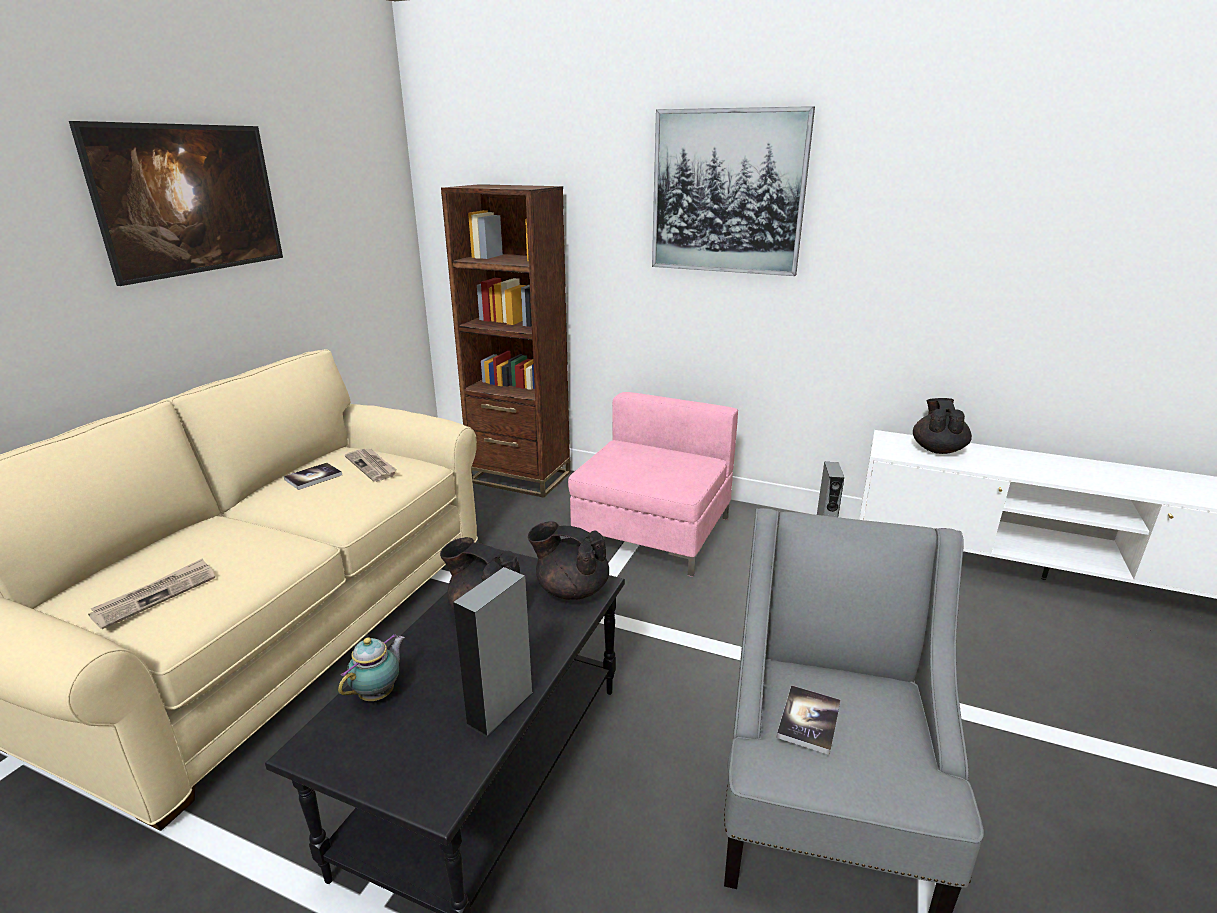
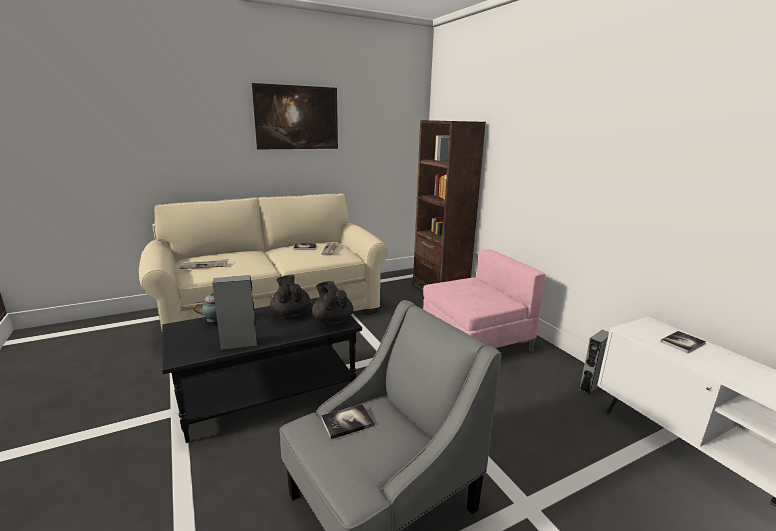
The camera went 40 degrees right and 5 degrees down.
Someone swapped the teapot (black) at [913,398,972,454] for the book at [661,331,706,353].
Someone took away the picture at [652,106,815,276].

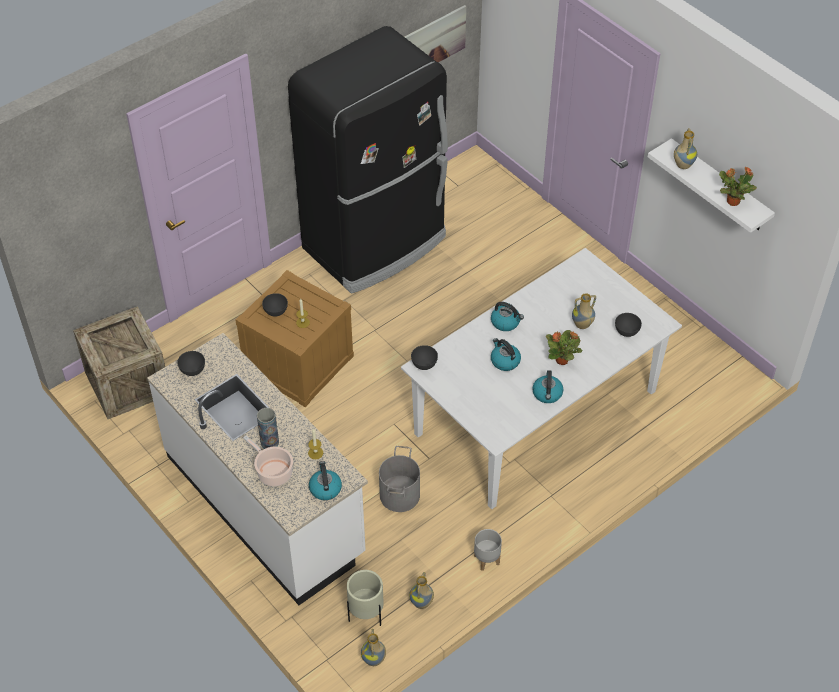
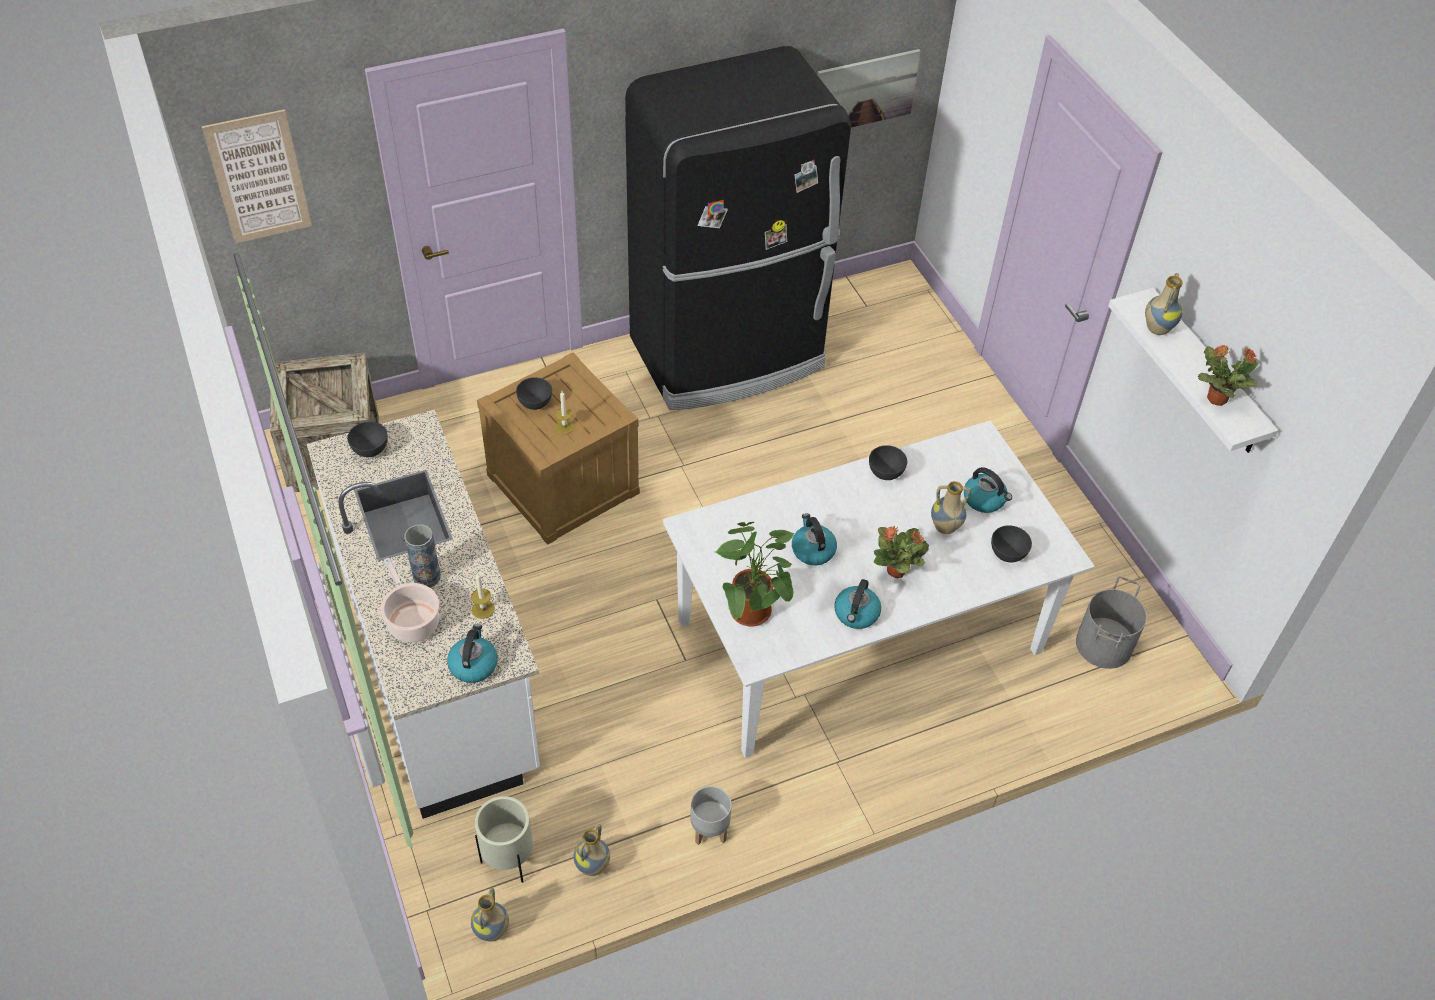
The camera went 15 degrees right and 0 degrees up.
Someone put up the picture at [202,109,312,243].
Someone put down the potted plant at [715,522,795,626].
Someone carried the bowl (grey) from [411,345,438,370] to [869,445,907,480].
Someone carried the kettle from [491,302,524,331] to [964,467,1012,513].
Someone carried the bucket (grey) from [379,446,420,512] to [1076,576,1147,669].

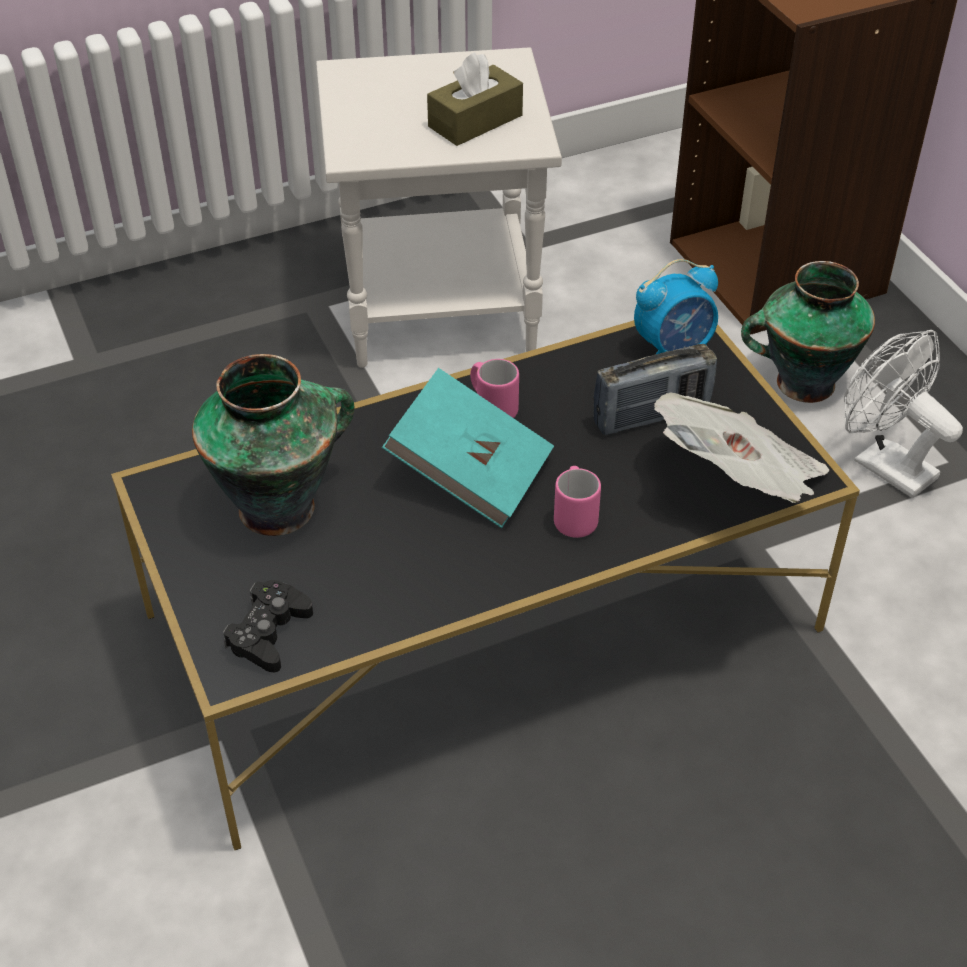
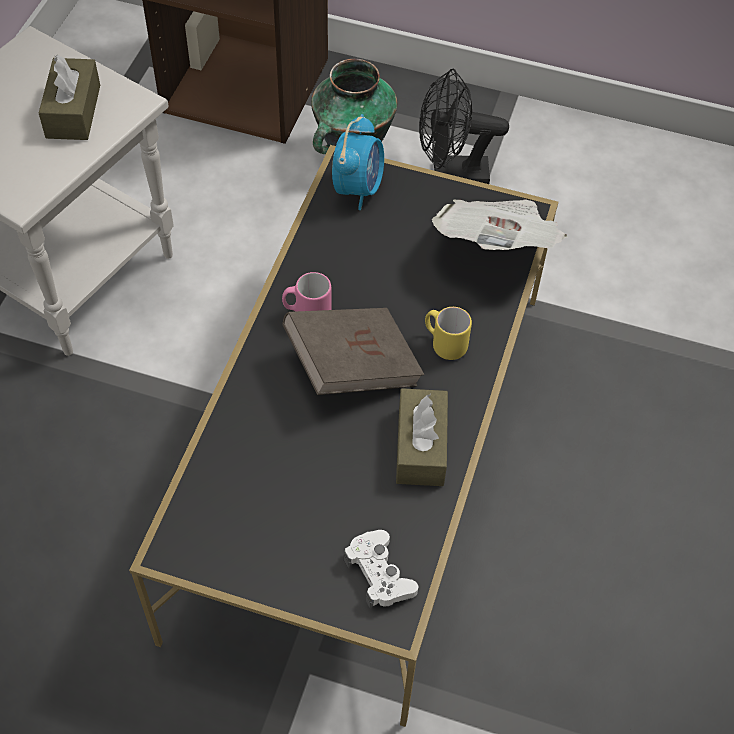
The camera went 50 degrees left and 10 degrees up.
Someone repainted the book (turquoise) at [382,368,554,528], which became the book (brown) at [283,308,424,395].
Someone repainted the game controller (black) at [223,580,313,672], which became the game controller (white) at [344,530,418,608].
Someone put down the tissue box (brown) at [396,388,448,486].
Someone repainted the fan (white) at [844,330,963,498], which became the fan (black) at [419,69,509,184].
Someone repainted the mug (pink) at [554,466,601,538], which became the mug (yellow) at [425,307,472,360].
Someone took away the vase at [192,354,355,536].
Someone took away the radio at [593,344,717,435].

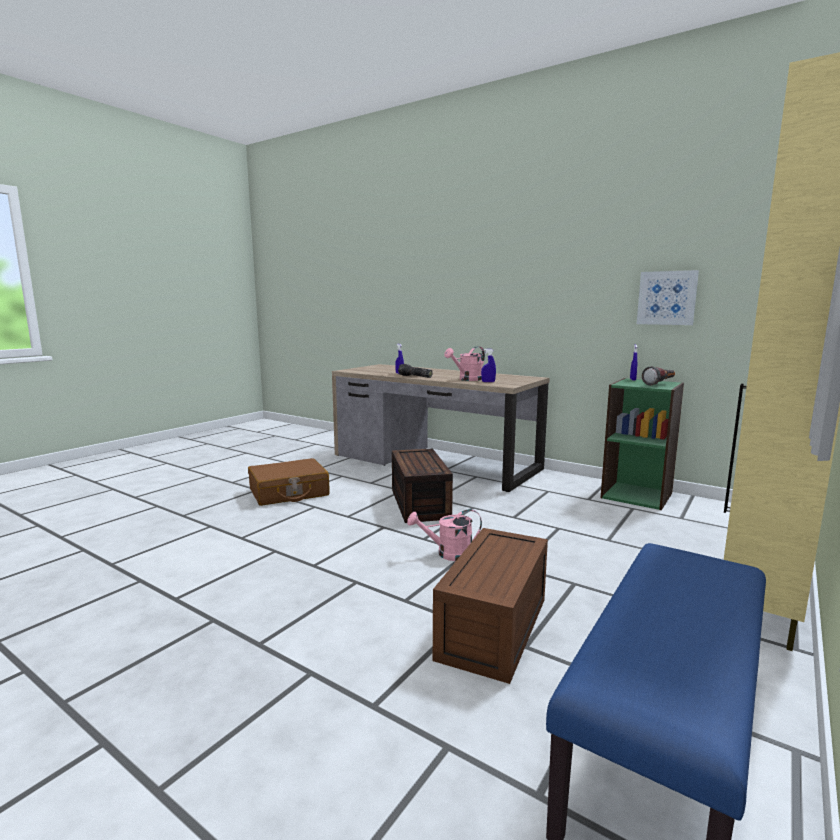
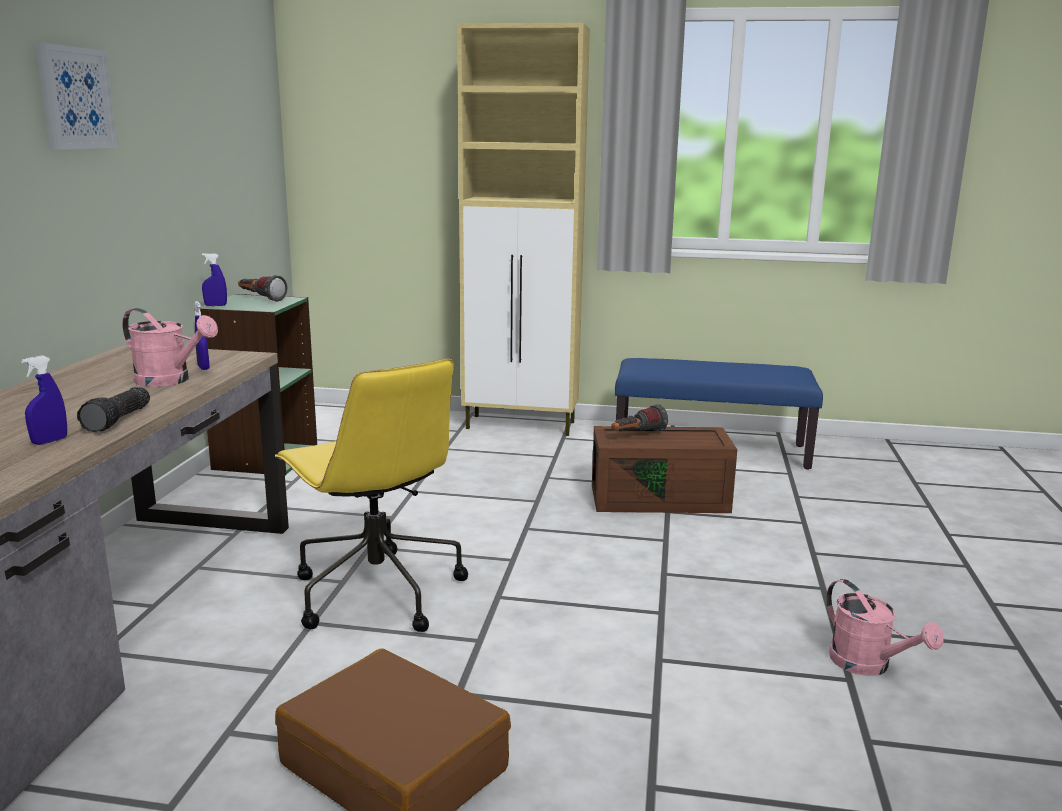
The camera went 115 degrees left and 5 degrees up.
Someone carried the picture from [637,270,699,325] to [35,42,118,150].
Someone swapped the storage box (brown) at [392,449,453,523] for the office chair (yellow) at [275,358,468,632].
Someone put down the flashlight at [611,404,668,432].
Someone carried the watering can (pink) from [407,509,482,561] to [826,579,943,676].

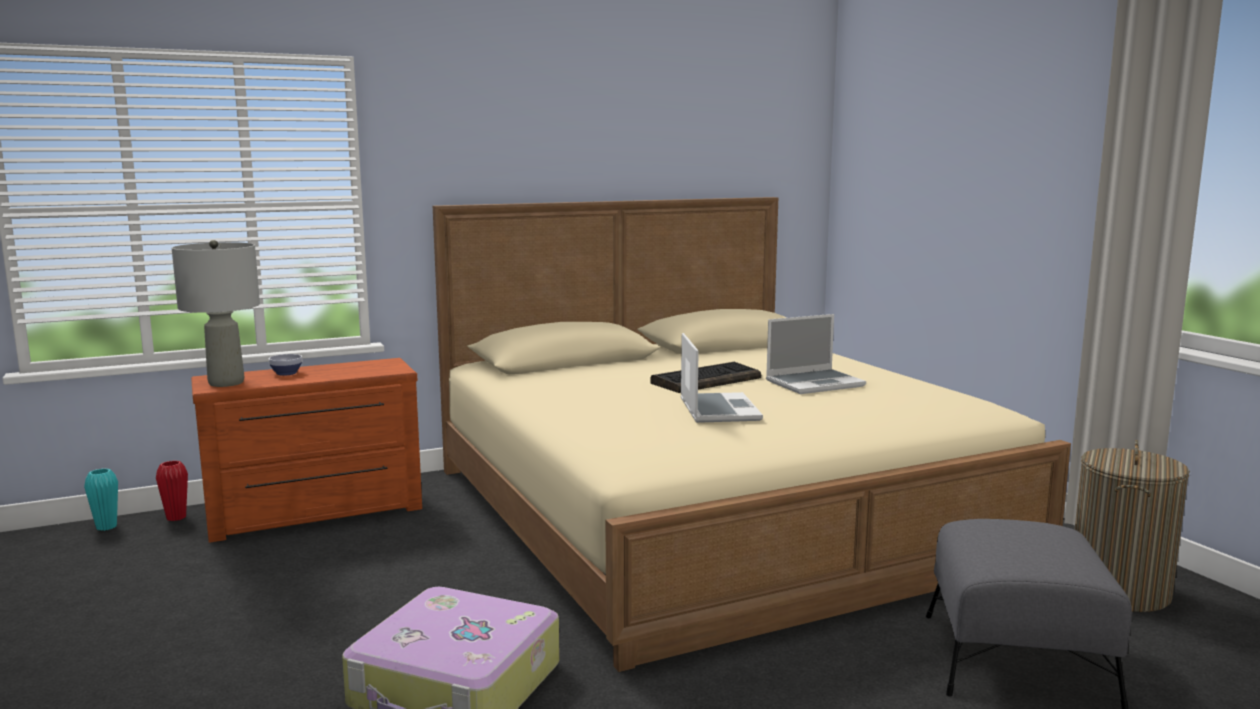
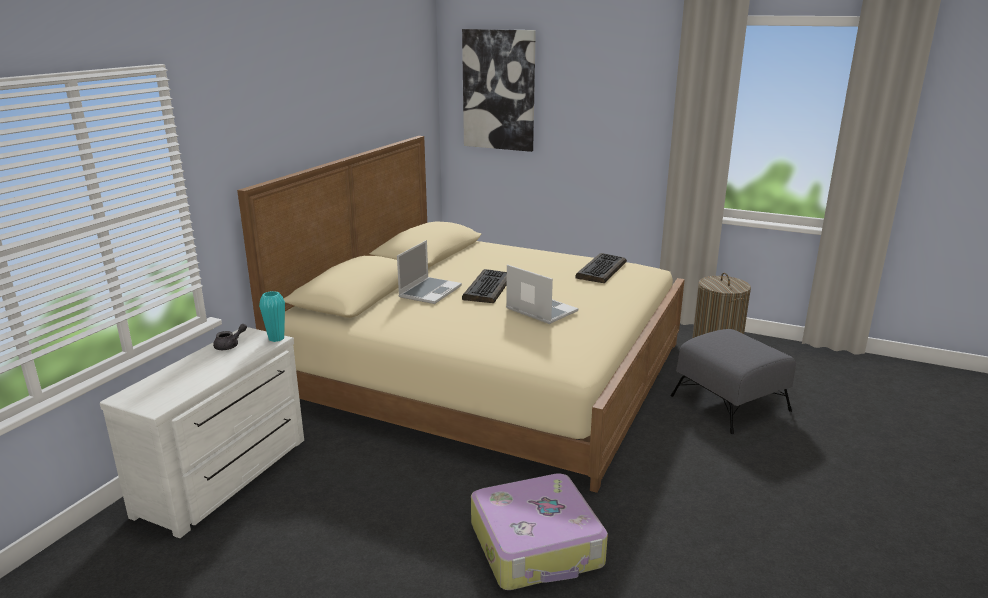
The camera went 40 degrees left and 10 degrees up.
Someone repainted the dresser (brown) at [191,358,422,543], which became the dresser (white) at [100,327,304,538].
Someone put down the teapot (grey) at [213,324,247,350].
Someone carried the vase (turquoise) from [84,468,118,531] to [259,291,285,342].
Someone carried the laptop from [766,314,866,394] to [397,240,462,304].
Someone put up the picture at [462,29,536,152].
Someone put down the keyboard at [575,253,627,283].
Someone took away the vase (red) at [156,460,188,521].
Someone took away the table lamp (grey) at [172,240,260,387].
Someone took away the bowl at [269,354,302,376].

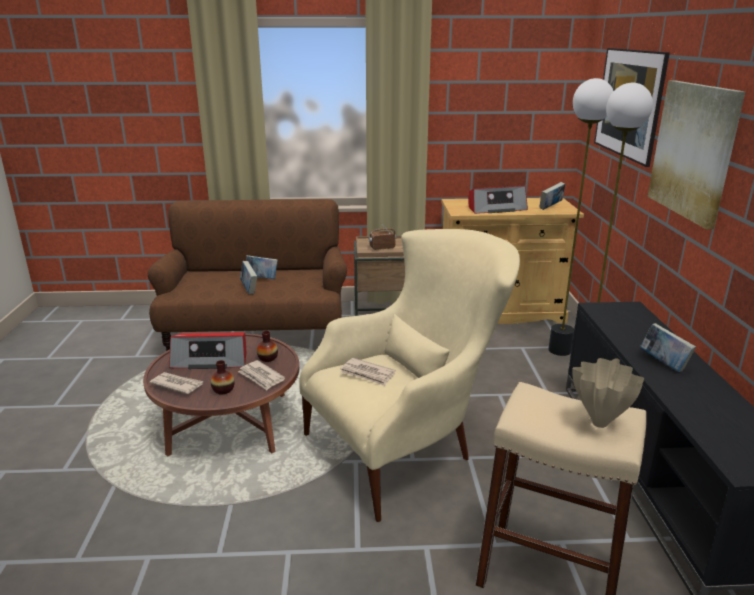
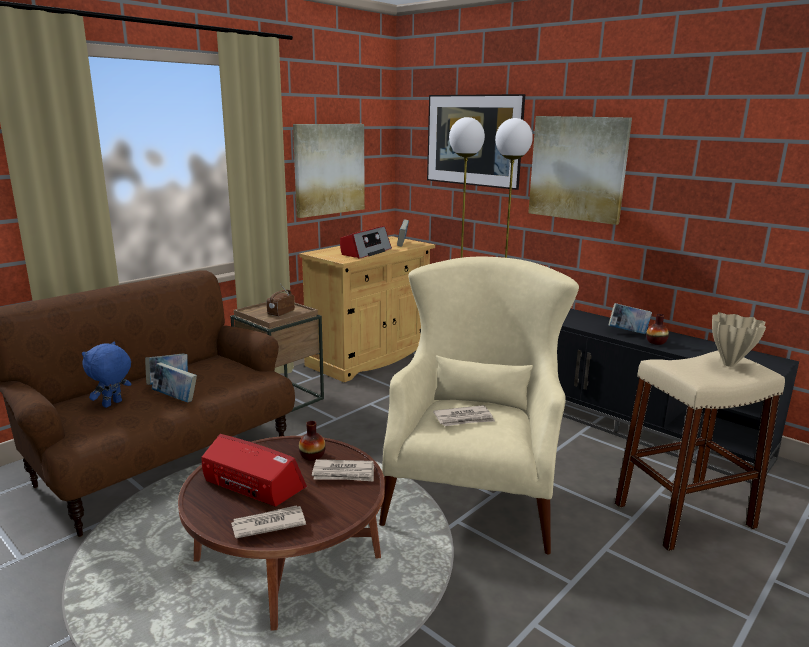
The camera went 45 degrees left and 5 degrees down.
Someone put down the plush toy (blue) at [82,342,131,408].
Someone rotated the radio at [169,332,247,369] by 105 degrees counterclockwise.
Someone put up the picture at [293,124,365,218].
Someone carried the vase from [211,360,235,395] to [646,314,669,345].

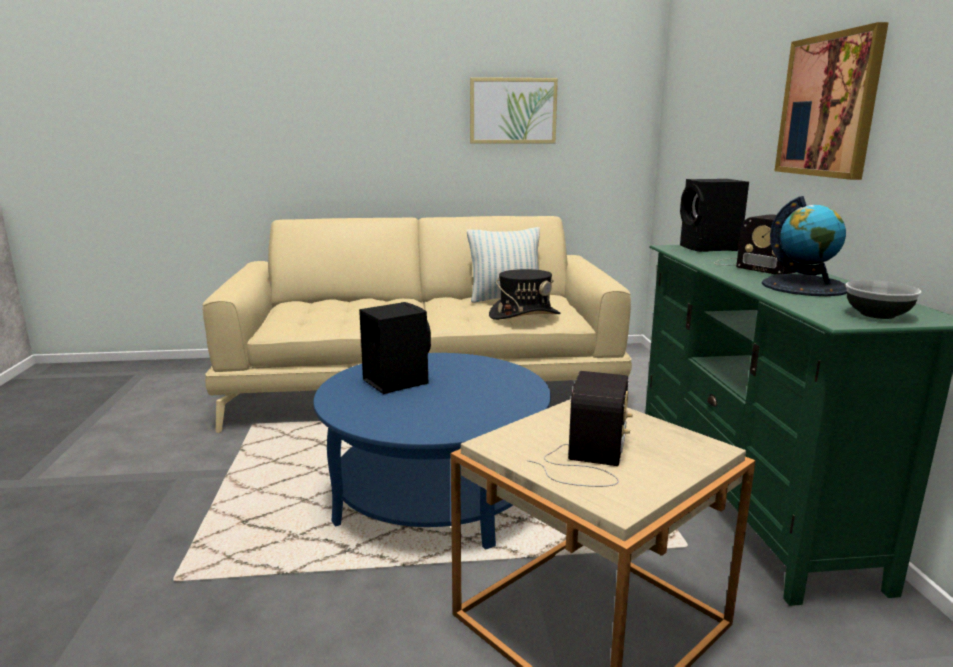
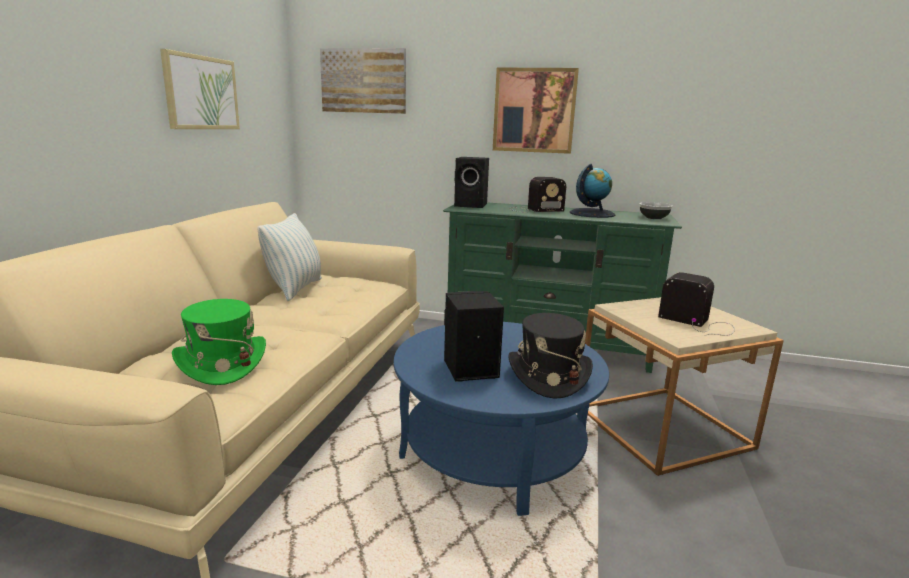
The camera went 70 degrees left and 0 degrees up.
Someone put down the hat (green) at [172,299,266,385].
Someone put up the picture at [320,48,406,114].
Someone carried the hat (black) from [489,269,560,320] to [508,313,593,399].

